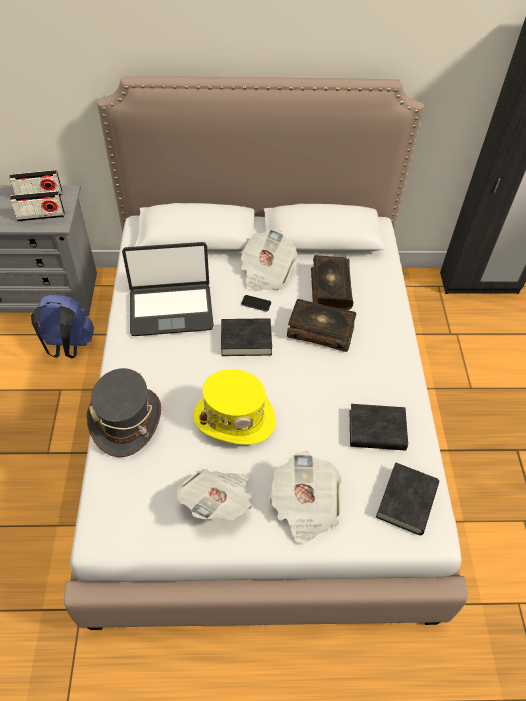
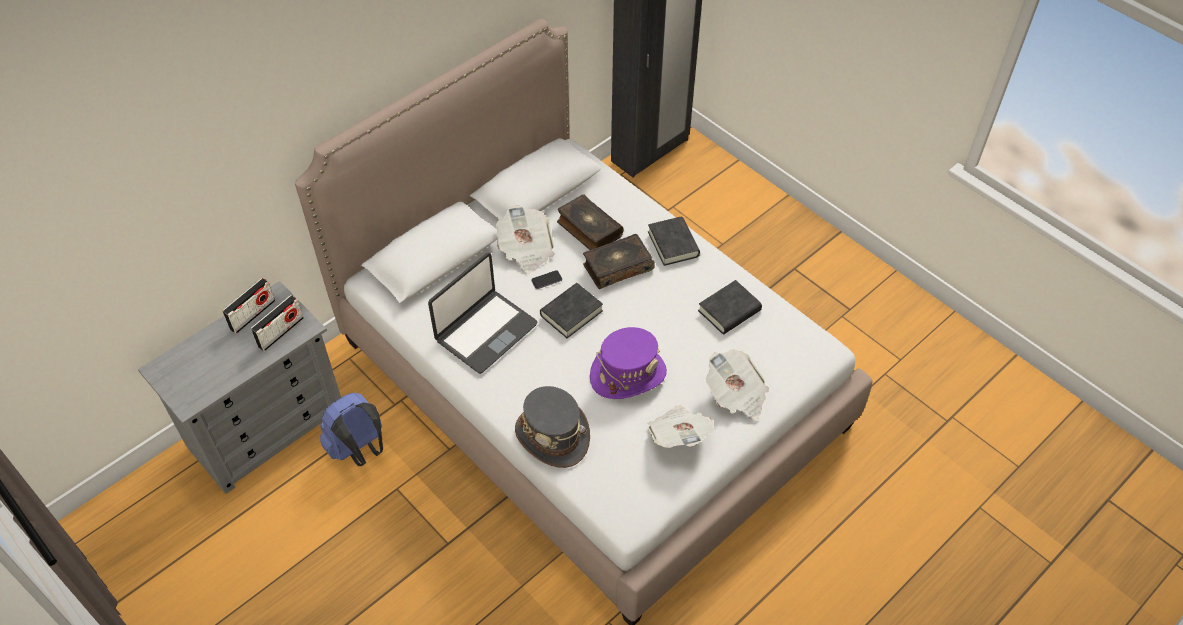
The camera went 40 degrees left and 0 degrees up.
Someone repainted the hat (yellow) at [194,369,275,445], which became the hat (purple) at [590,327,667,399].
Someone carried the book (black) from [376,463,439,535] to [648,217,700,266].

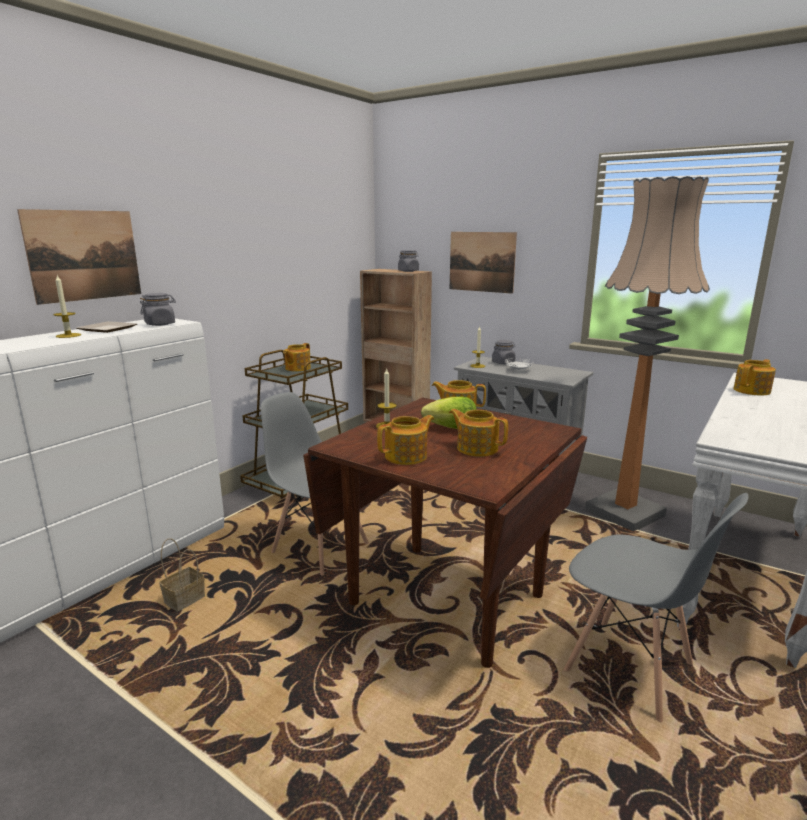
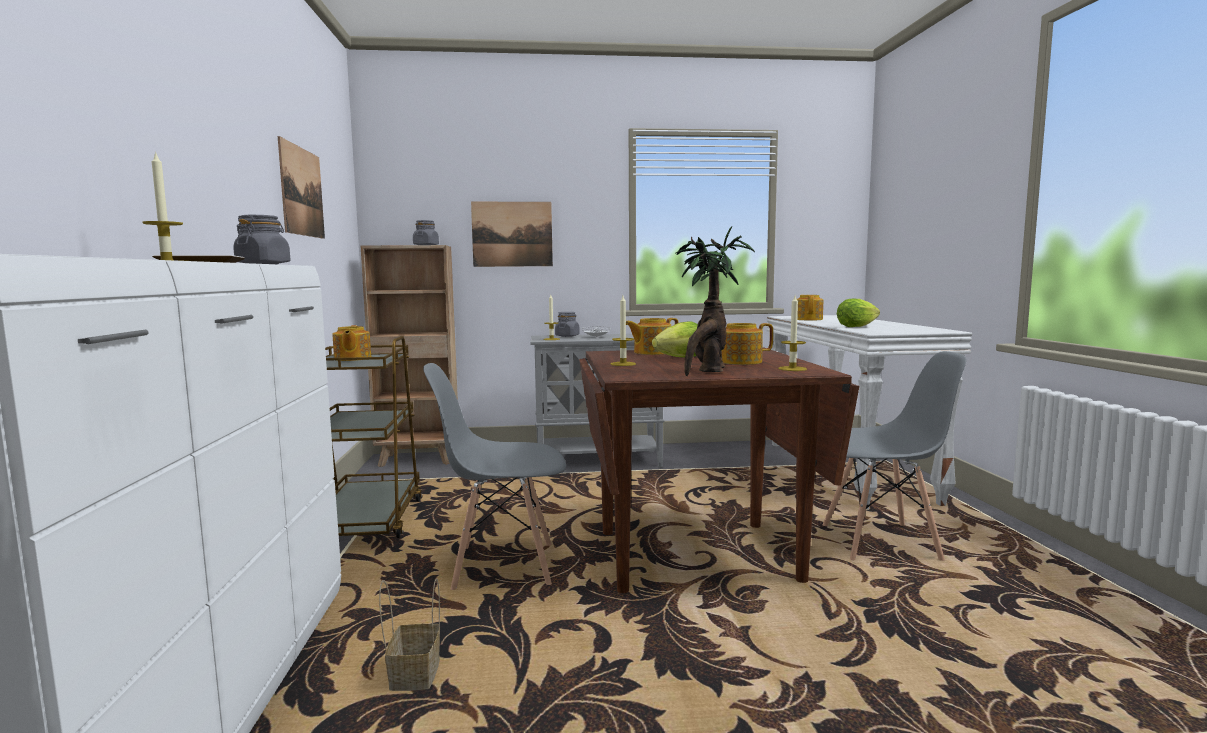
The camera went 40 degrees left and 10 degrees down.
Someone carried the picture from [17,209,141,305] to [278,136,325,239].
Someone swapped the teapot at [377,415,434,465] for the potted plant at [675,226,755,376].
Someone put down the candle at [778,296,807,371].
Someone put down the lettuce at [837,298,880,327].
Someone took away the floor lamp at [585,176,710,531].

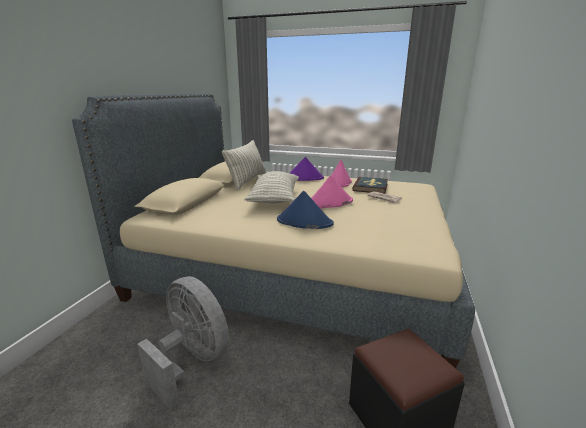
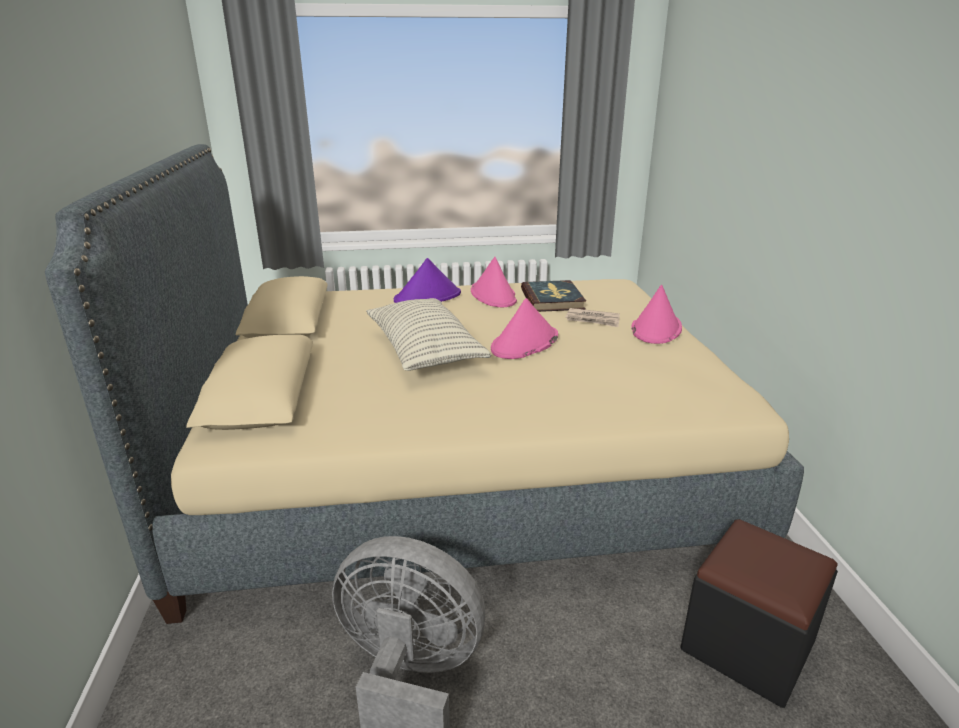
The camera went 25 degrees left and 5 degrees up.
Someone put down the hat (pink) at [631,285,682,344].
Someone took away the pillow at [222,140,266,191].
Someone took away the hat (blue) at [277,191,334,229].

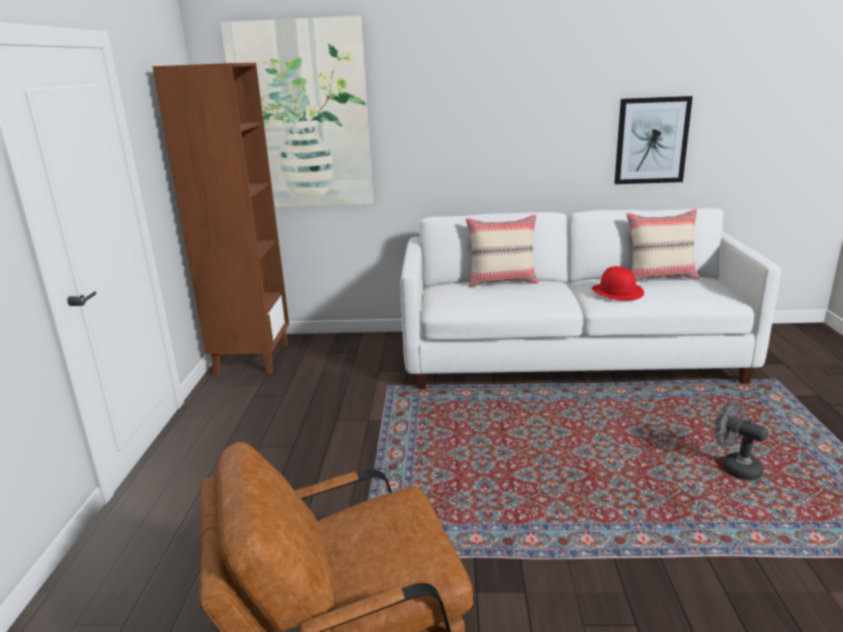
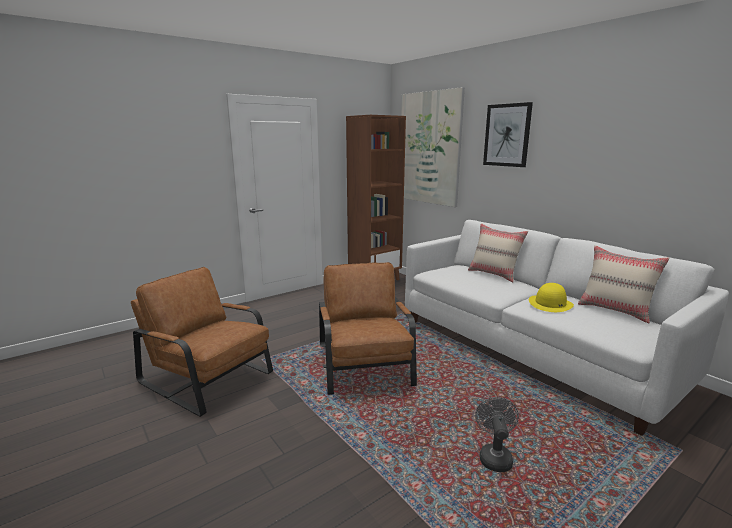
The camera went 50 degrees right and 5 degrees down.
Someone put down the armchair (brown) at [319,262,417,395].
Someone carried the picture from [614,96,693,184] to [483,102,533,167].
Someone repainted the hat (red) at [592,266,644,301], which became the hat (yellow) at [529,283,574,312].

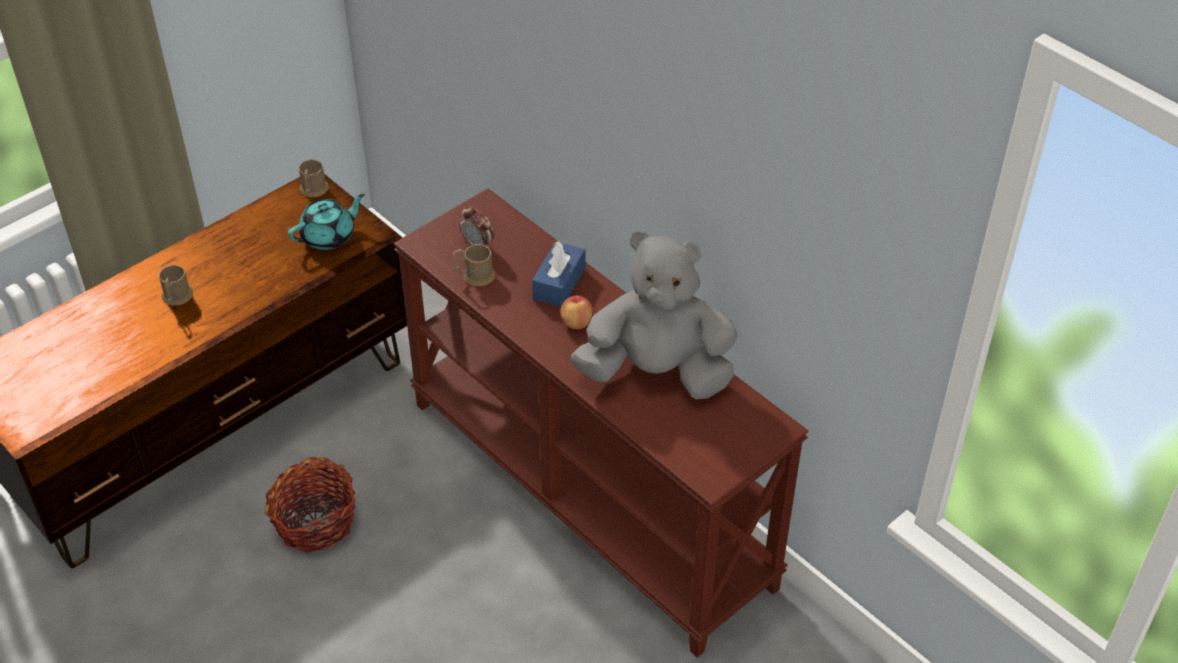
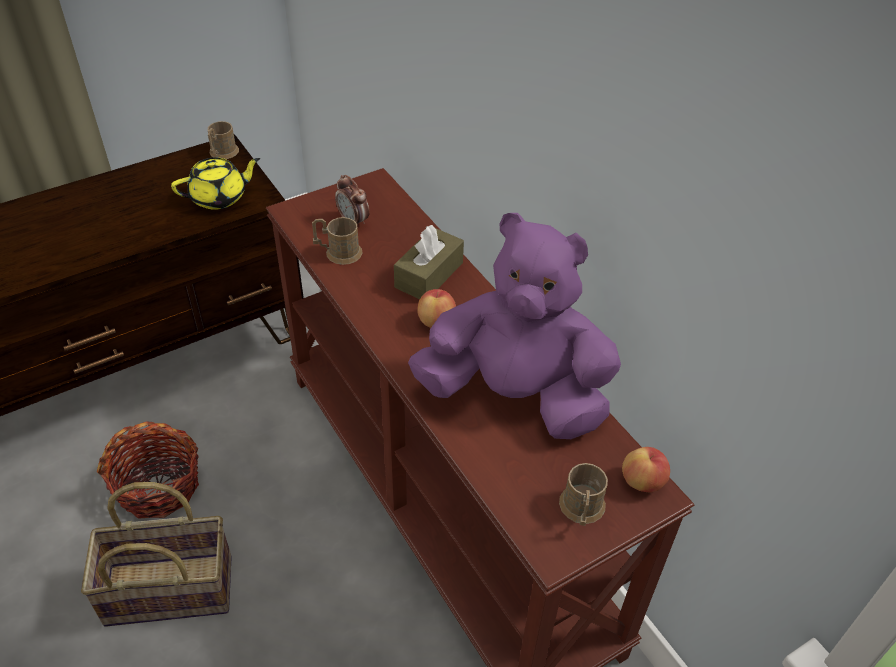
The camera went 10 degrees right and 0 degrees up.
Someone put down the basket at [81,482,232,627].
Someone repainted the teapot (turquoise) at [288,194,365,250], which became the teapot (yellow) at [171,157,260,209].
Someone repainted the tissue box (blue) at [532,241,585,307], which became the tissue box (brown) at [394,225,464,299].
Someone repainted the plush toy (grey) at [571,231,738,399], which became the plush toy (purple) at [408,213,621,439].
Someone carried the mug (brown) from [159,265,193,305] to [559,463,608,526].
Someone put down the apple at [622,447,670,492].

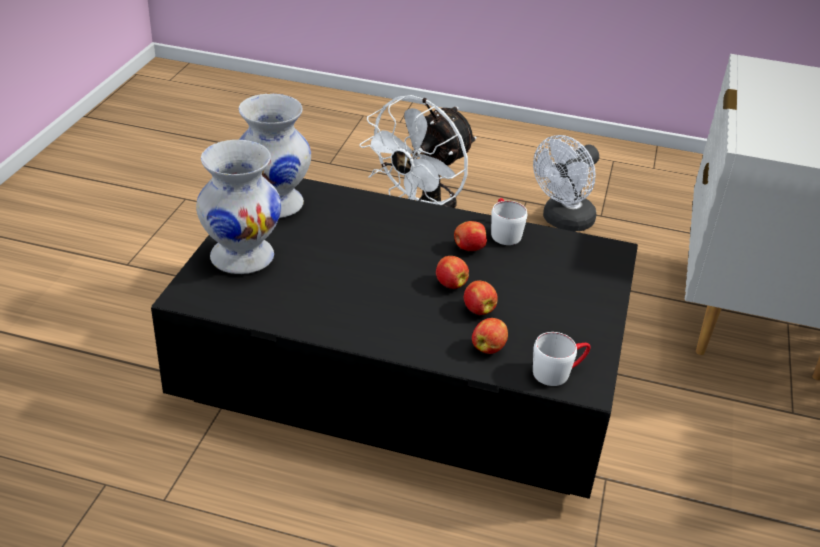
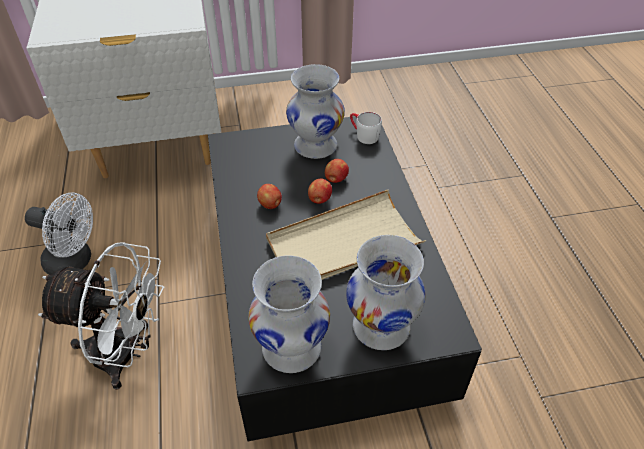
The camera went 115 degrees left and 10 degrees up.
Someone put down the tray (beige) at [266,189,426,280].
Someone put down the vase (white) at [286,64,345,159].
Someone took away the apple at [472,318,508,354].
Someone took away the mug (white) at [491,198,527,245].

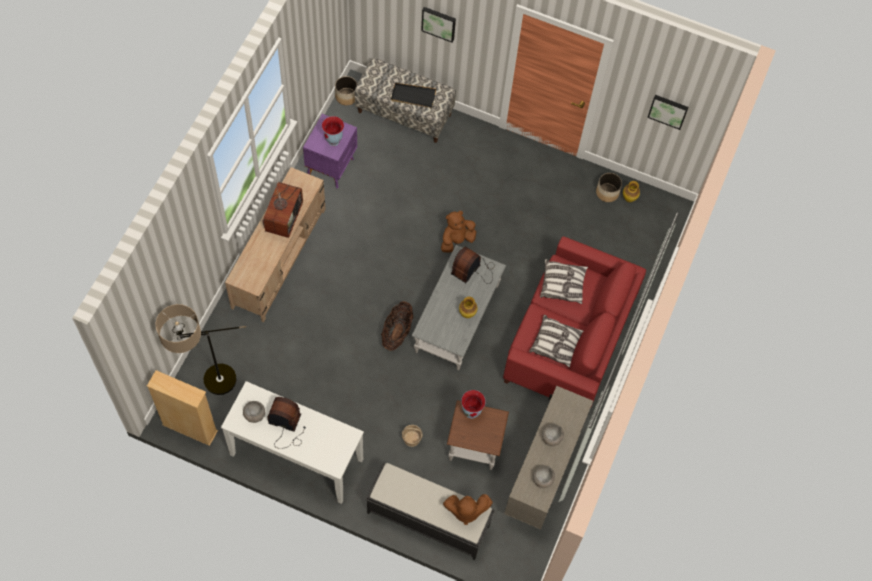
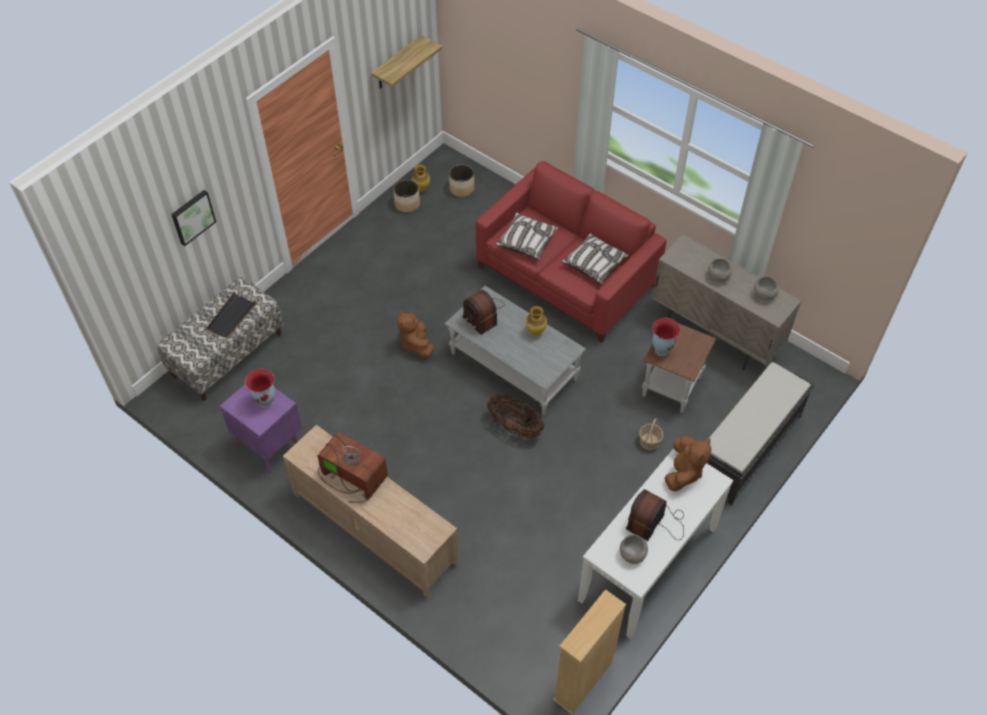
The camera went 70 degrees left and 10 degrees down.
Someone swapped the picture at [647,95,689,130] for the shelf at [371,35,442,89].
Someone carried the planter from [335,76,357,106] to [449,164,475,197].
Someone carried the plush toy (brown) from [443,494,493,525] to [665,436,711,491].
Someone took away the floor lamp at [156,304,246,395].

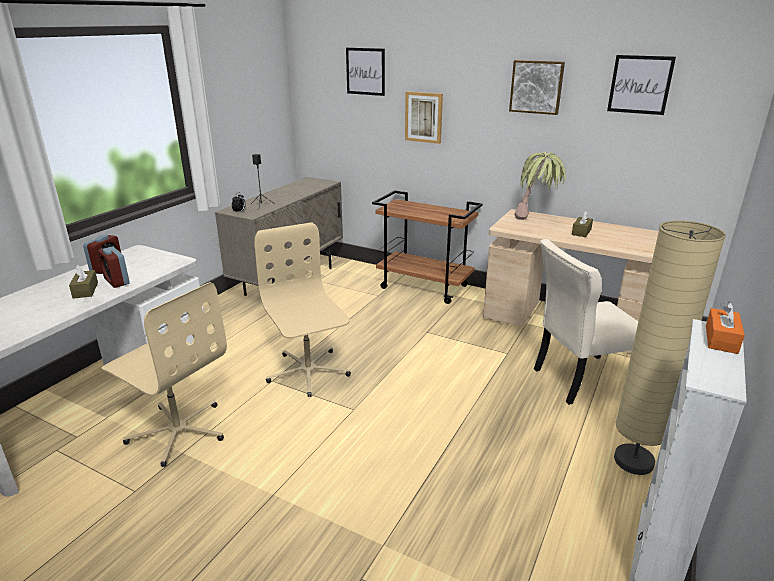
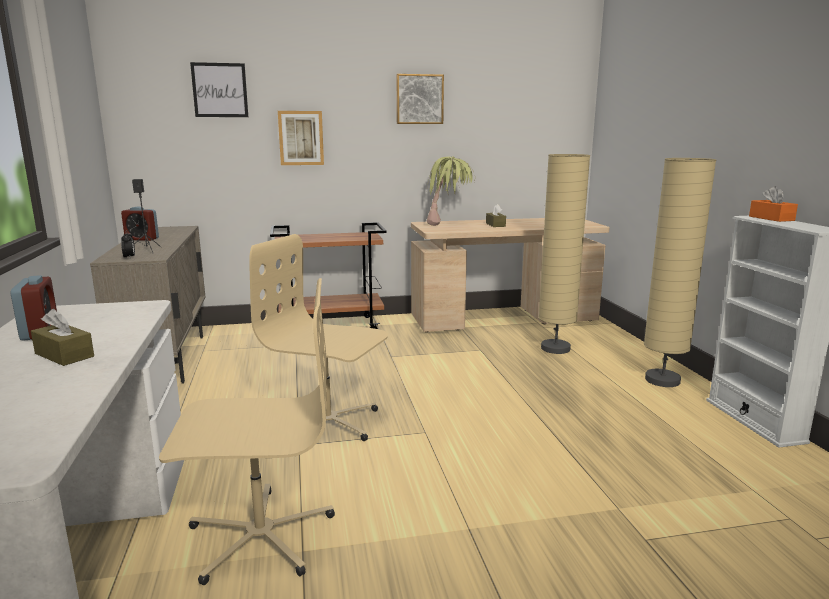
The camera went 40 degrees left and 10 degrees down.
Someone carried the alarm clock from [98,246,130,288] to [121,206,159,241].
Someone swapped the chair (beige) at [534,239,638,405] for the floor lamp (beige) at [539,154,590,354].
Someone took away the picture at [607,55,676,115].

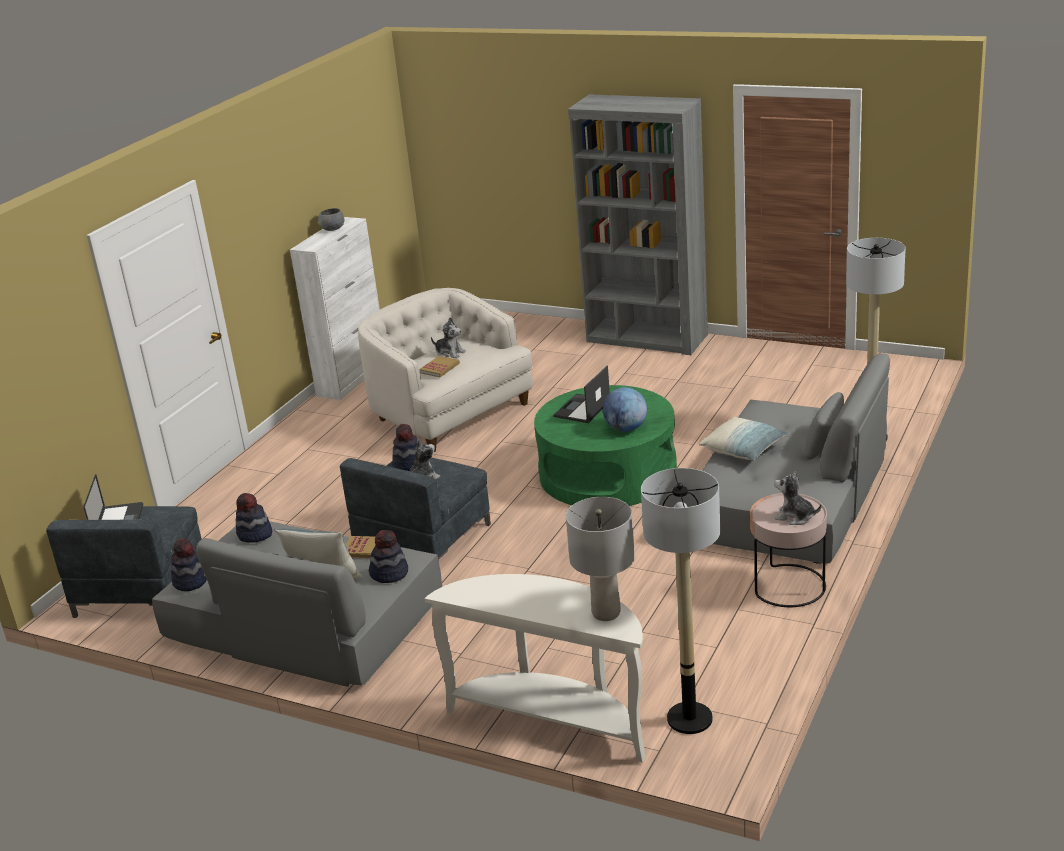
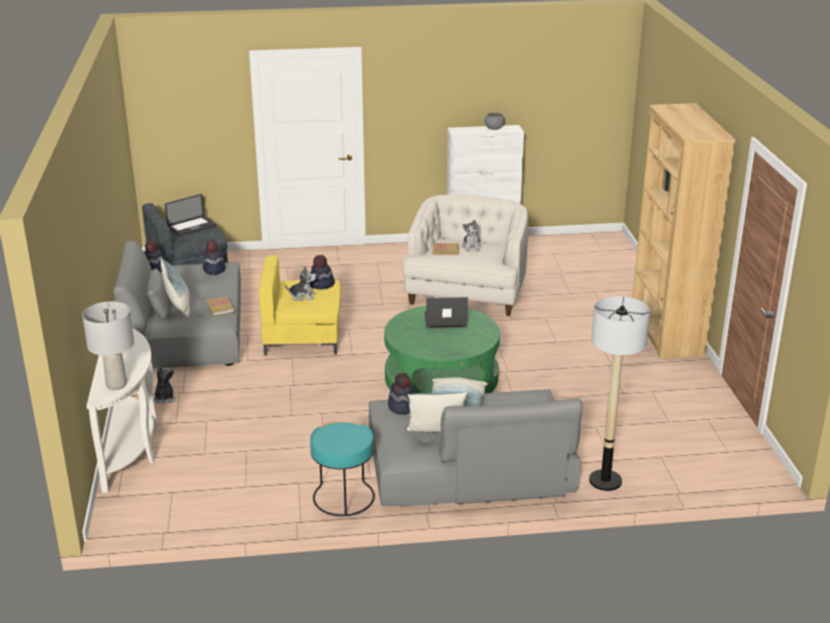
The camera went 55 degrees right and 0 degrees up.
Someone carried the plush toy from [774,471,821,525] to [153,366,176,404].
Someone repainted the armchair (grey) at [340,458,491,560], which became the armchair (yellow) at [259,255,341,356].
Someone repainted the side table (pink) at [750,493,827,607], which became the side table (turquoise) at [310,420,375,516].
Someone carried the hat from [369,530,408,583] to [388,372,415,414].
Someone put down the pillow at [407,392,467,432].
Someone repainted the bookcase (grey) at [568,94,708,355], which became the bookcase (brown) at [632,103,735,359].
Someone took away the globe at [603,387,647,432].
Someone took away the floor lamp at [641,468,720,734].

